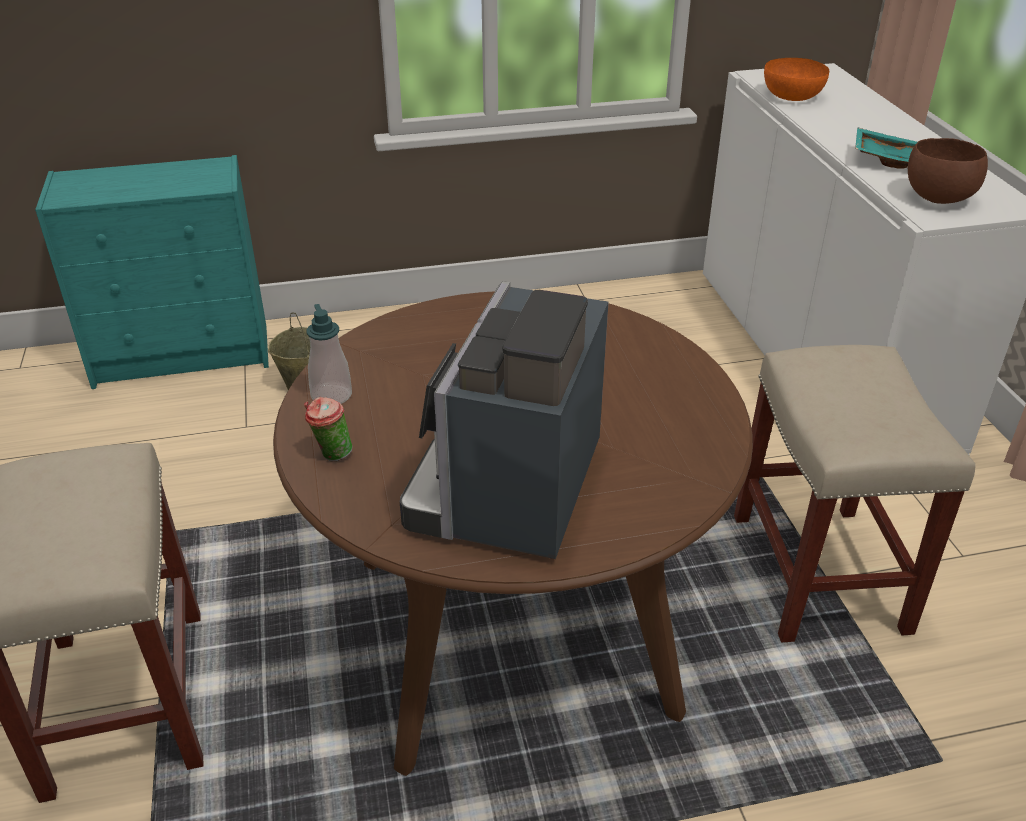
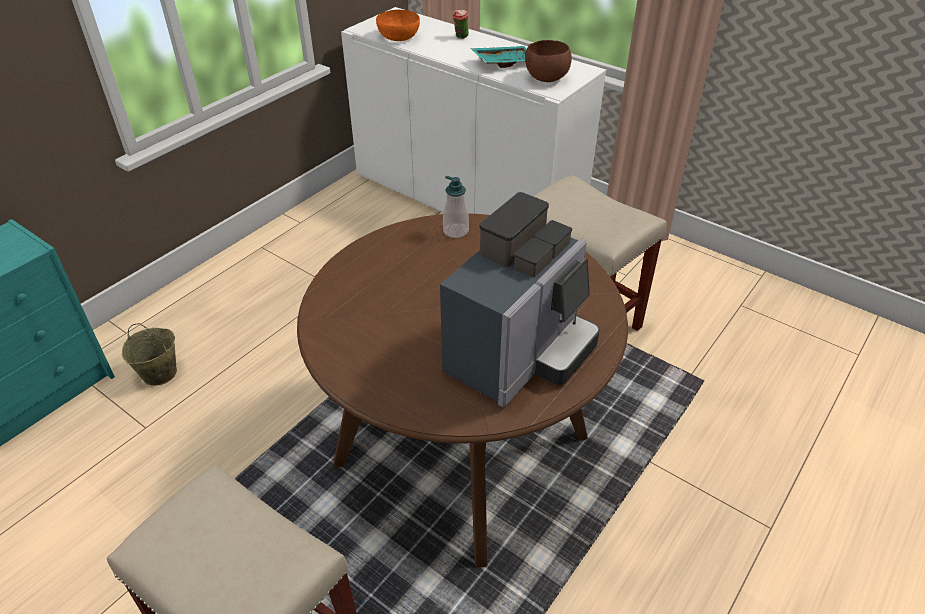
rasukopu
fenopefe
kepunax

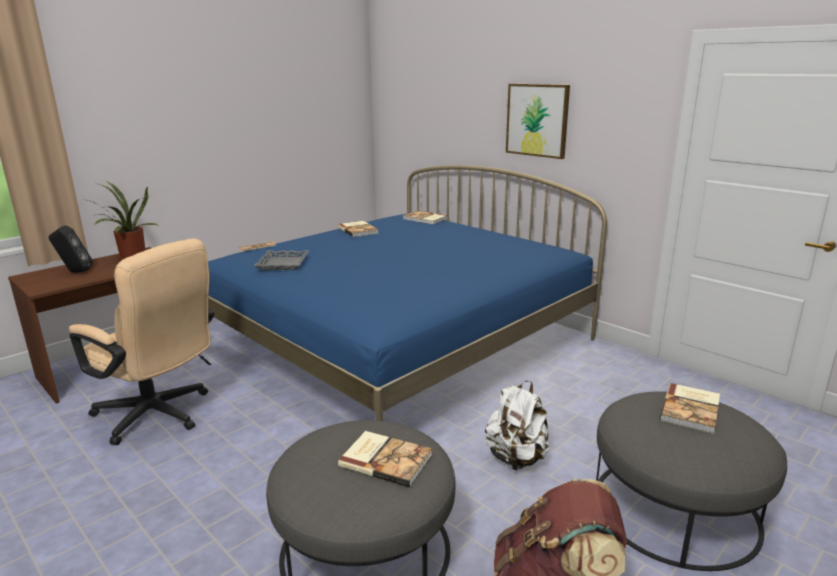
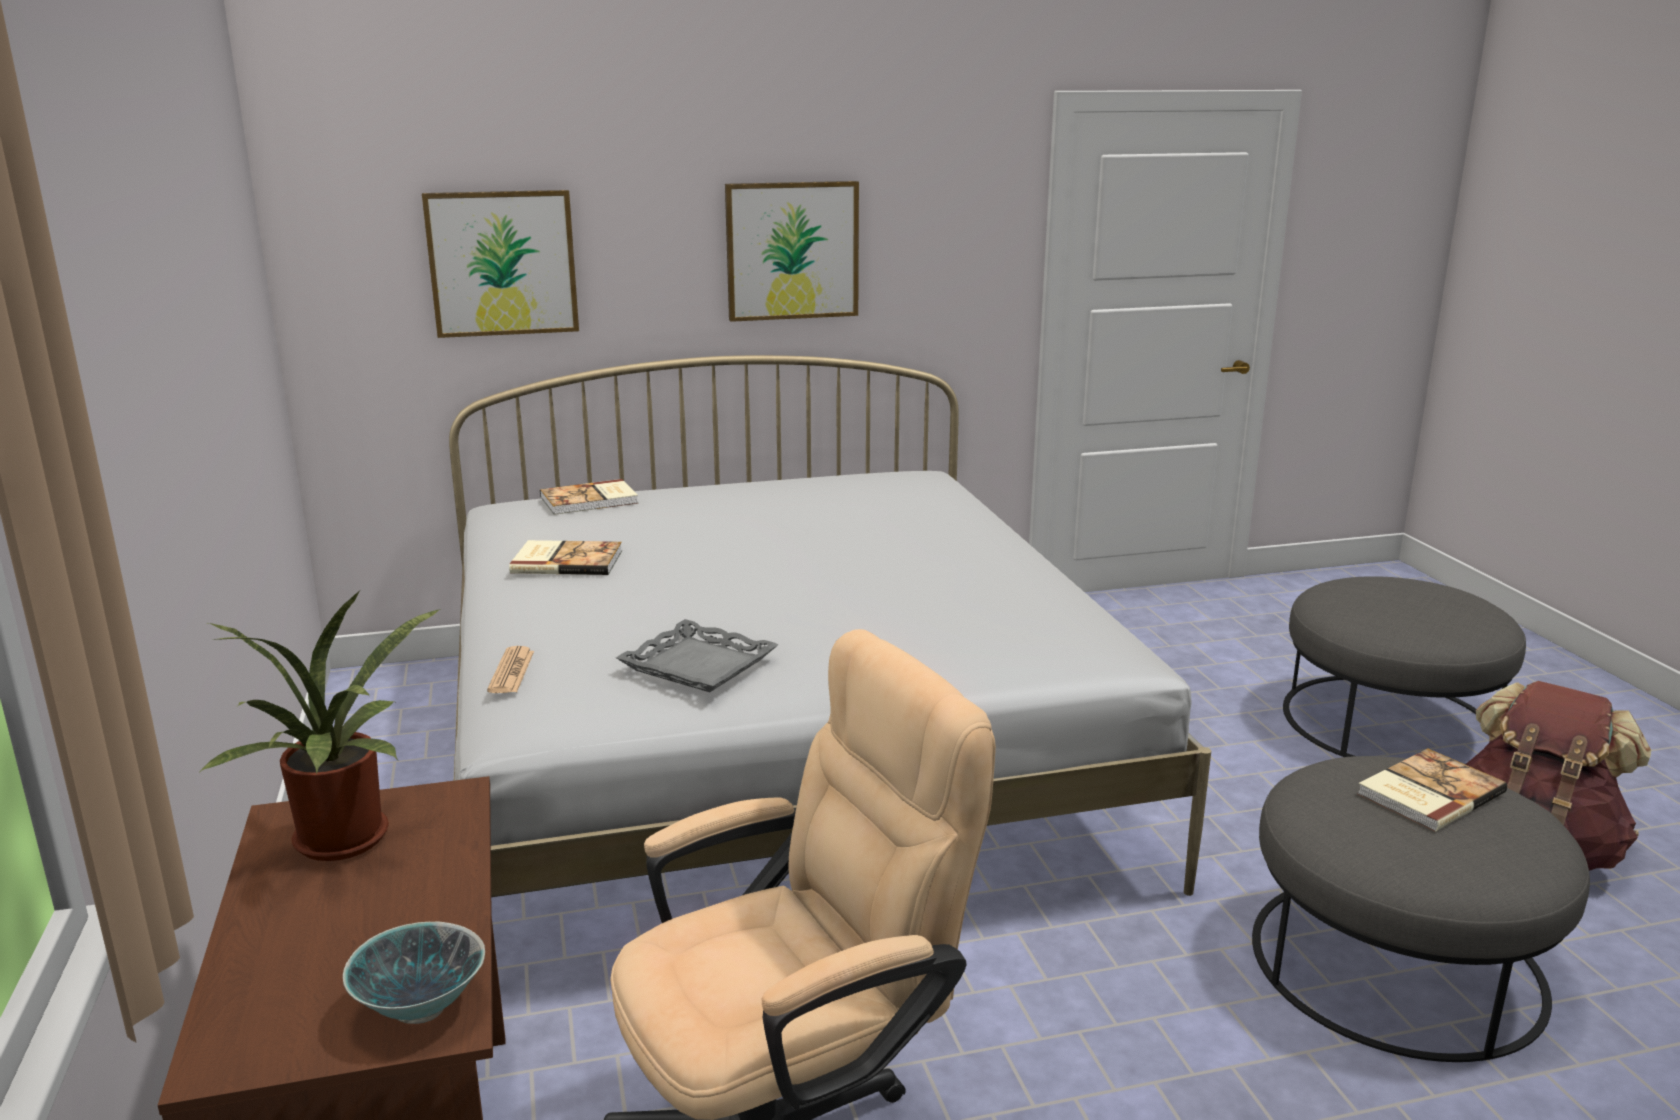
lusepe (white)
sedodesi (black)
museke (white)
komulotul (4th from left in the first image)
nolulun (1st from left)
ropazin

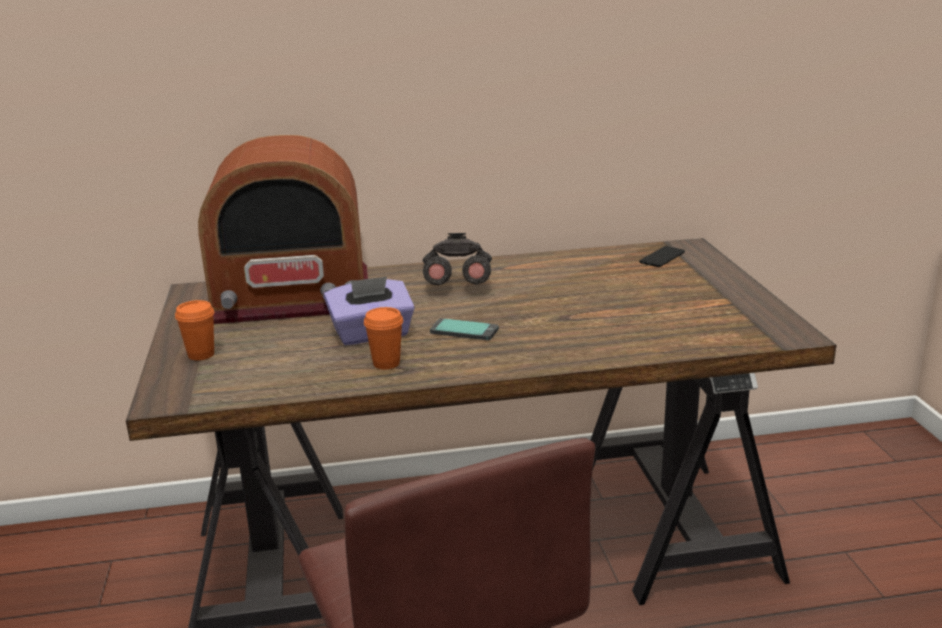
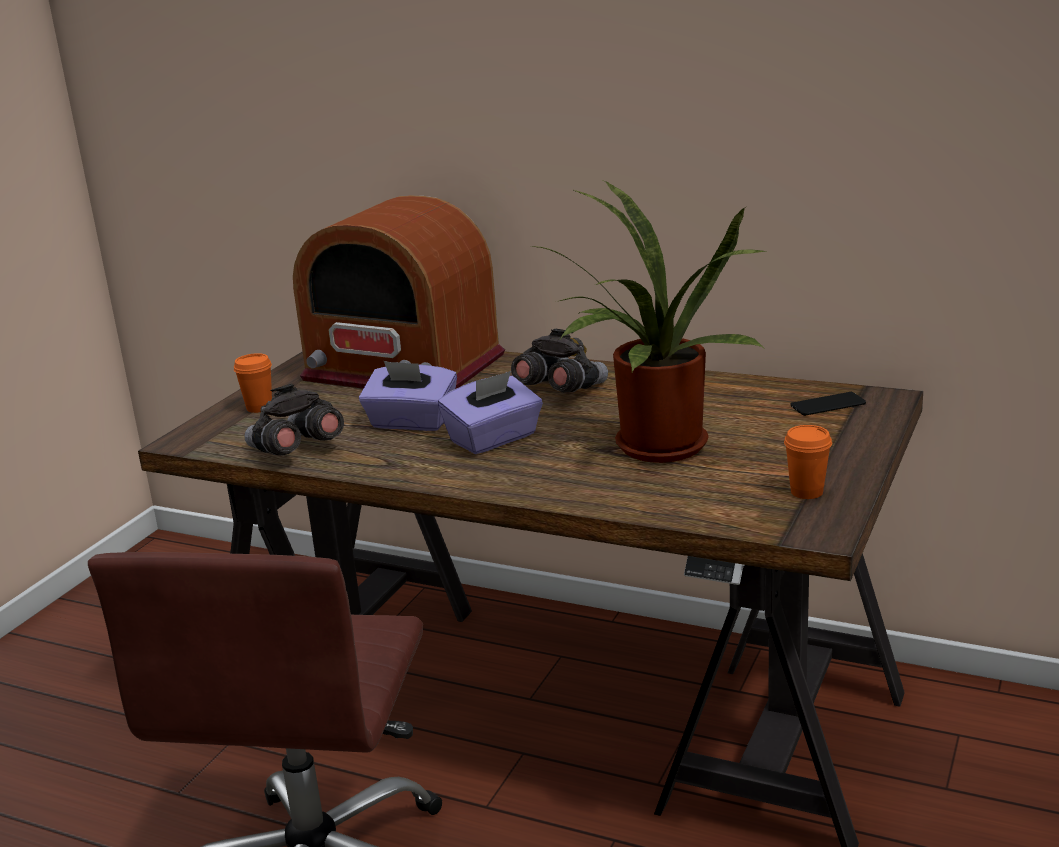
kepunax (orange) (2nd from left)
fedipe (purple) (2nd from left)
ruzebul
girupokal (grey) (1st from left)

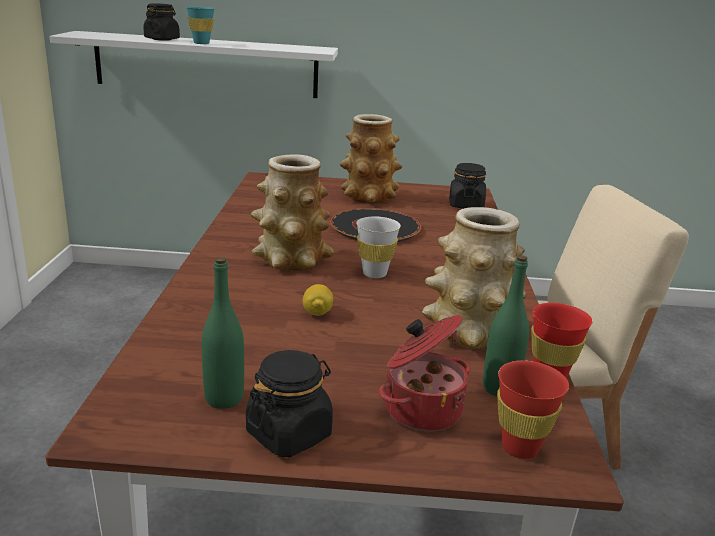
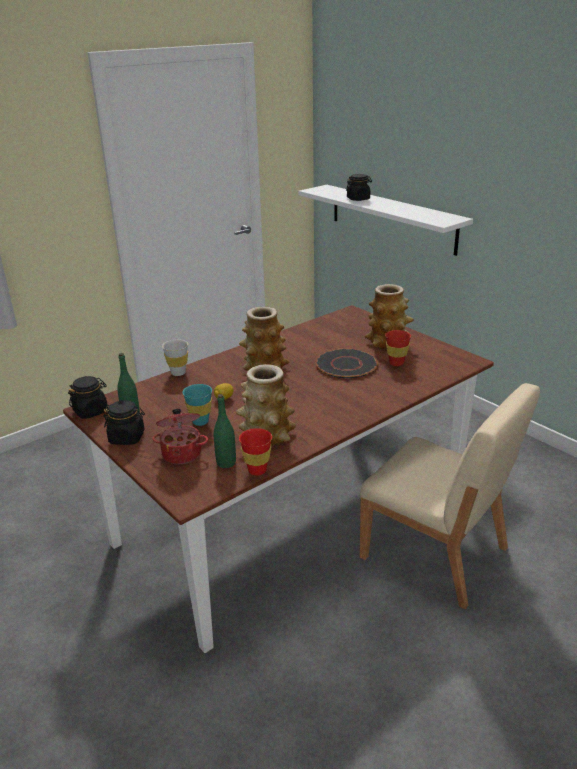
kepunax (turquoise)
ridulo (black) (1st from left)
kepunax (white)
kepunax (red) (2nd from left)

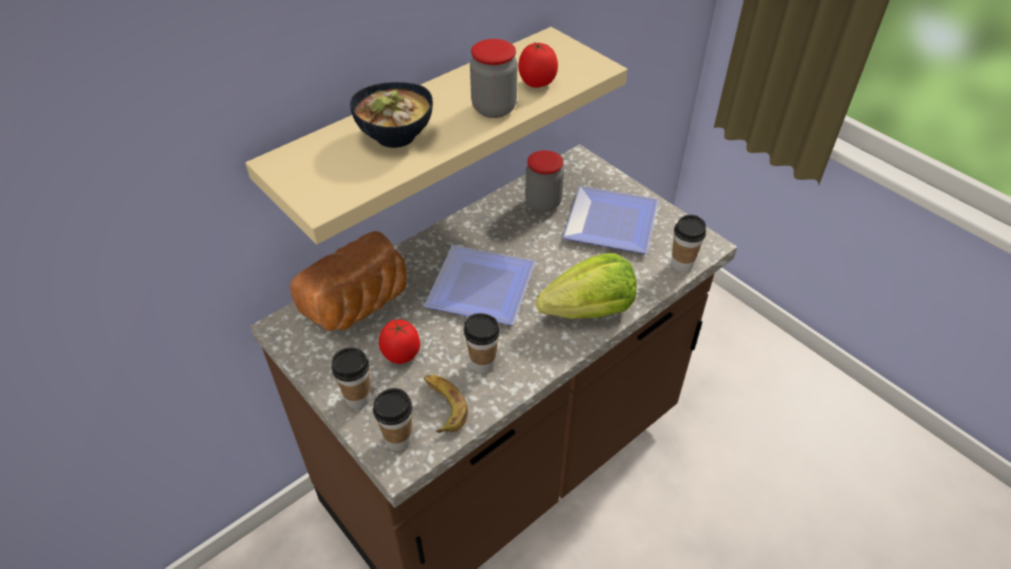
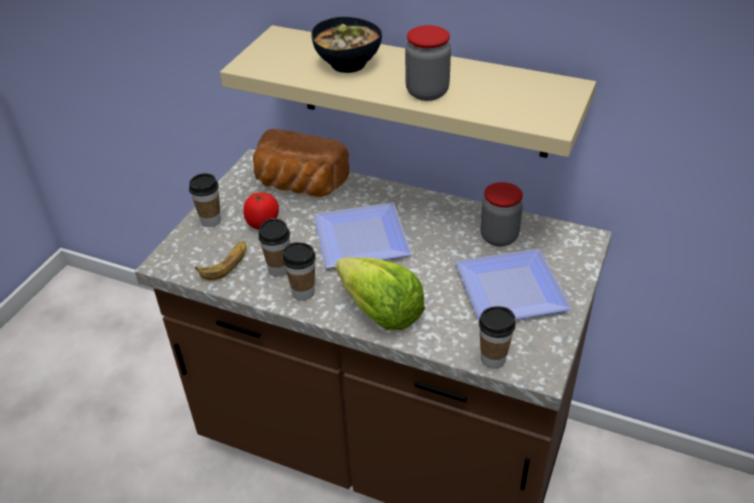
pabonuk (2nd from left in the first image)
kepunax (3rd from left)

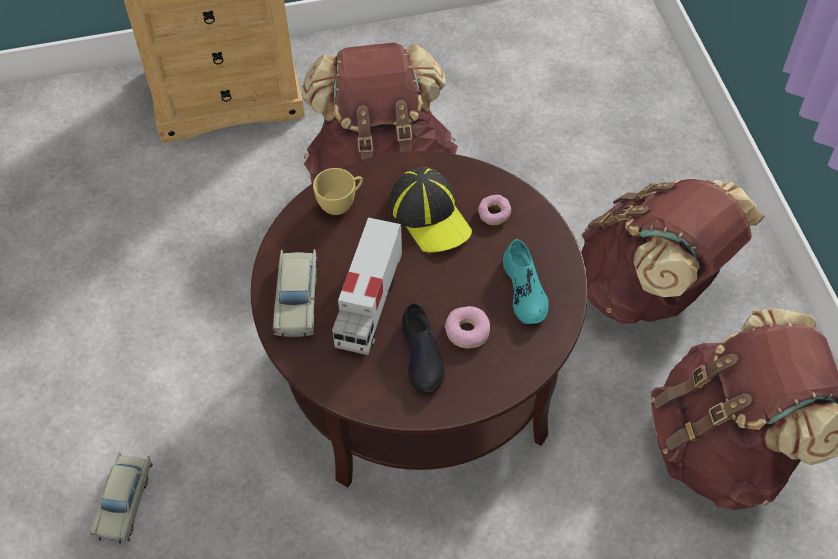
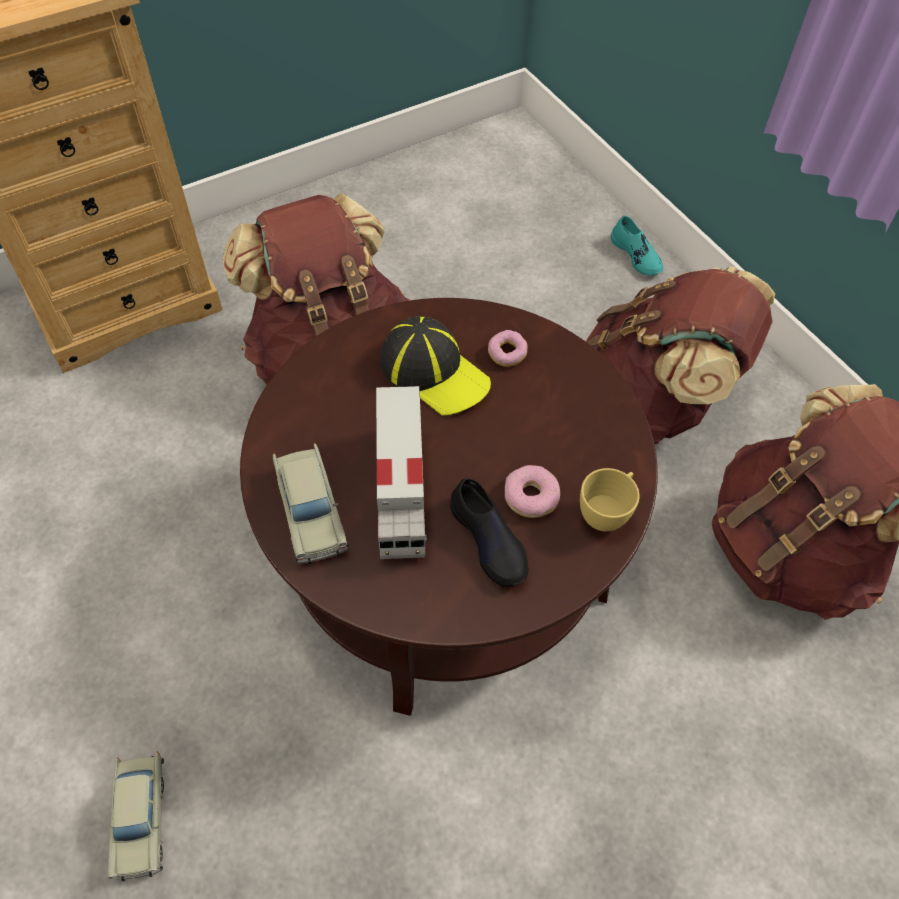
kepunax (yellow)
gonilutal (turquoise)

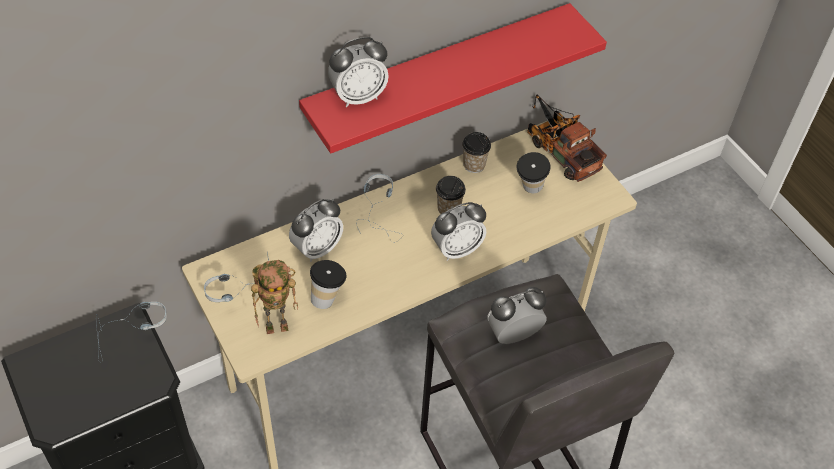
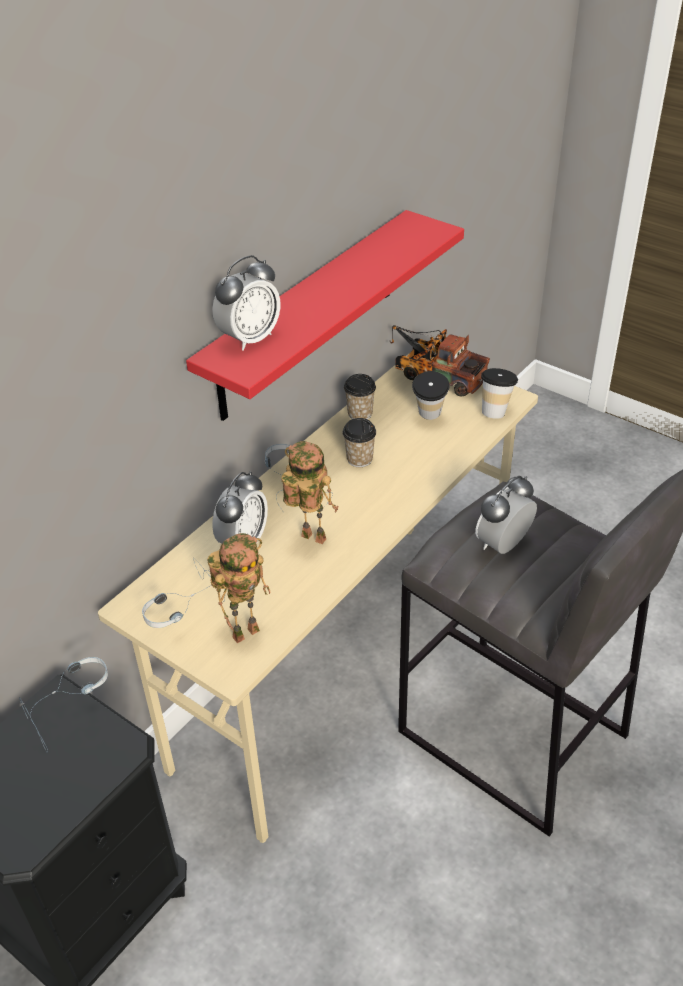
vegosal (3rd from left in the first image)
kepunax (4th from left)
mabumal (2nd from left)

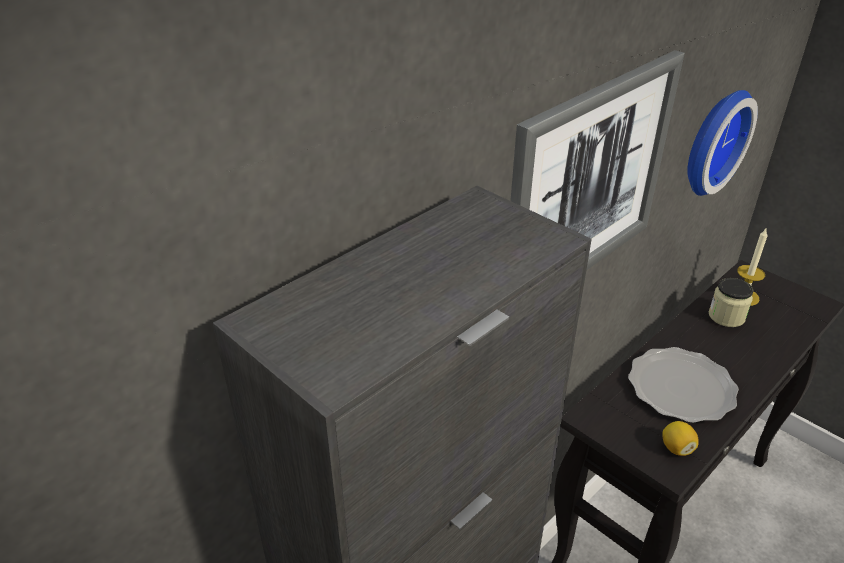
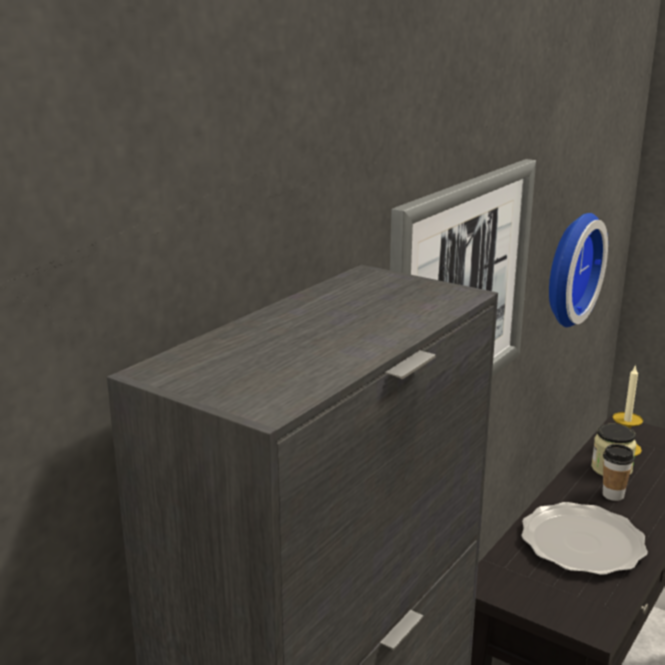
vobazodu
kepunax

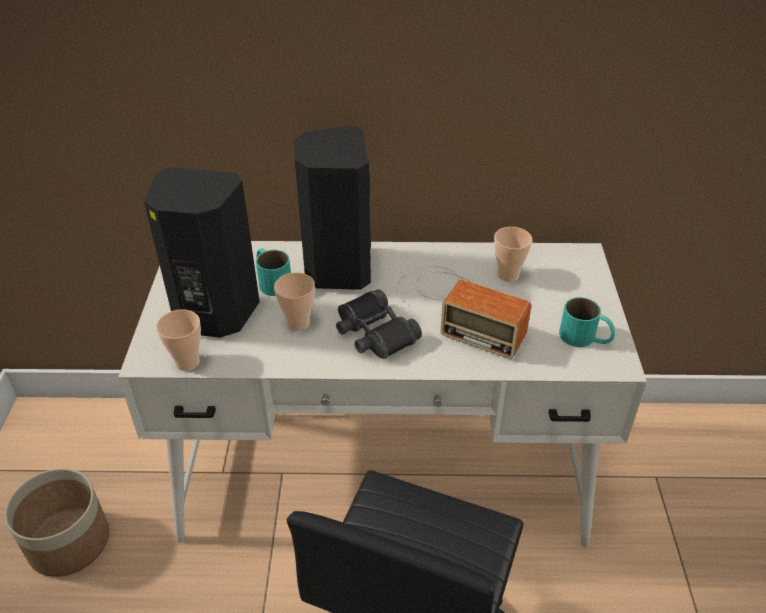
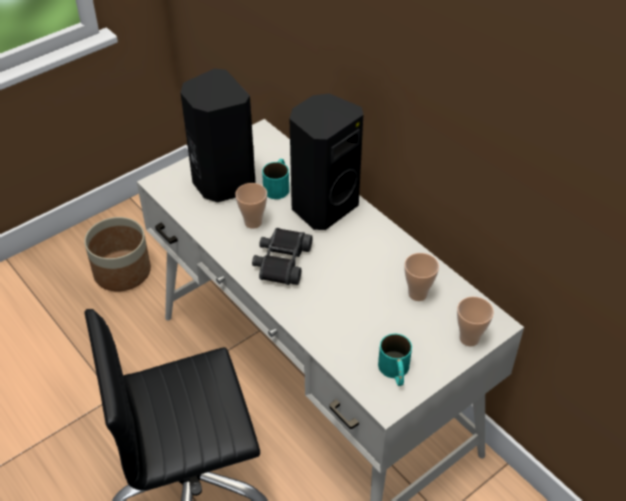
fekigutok
kepunax (3rd from left)

